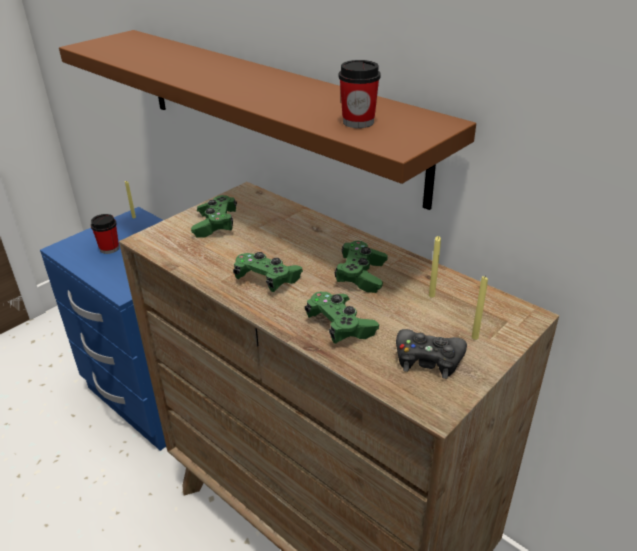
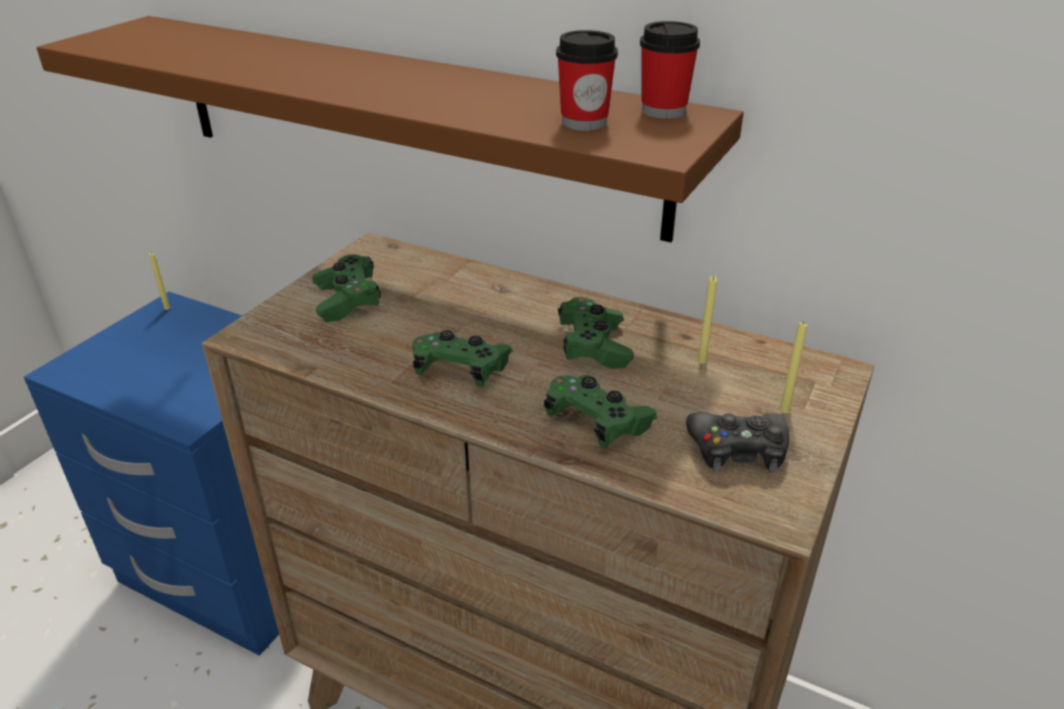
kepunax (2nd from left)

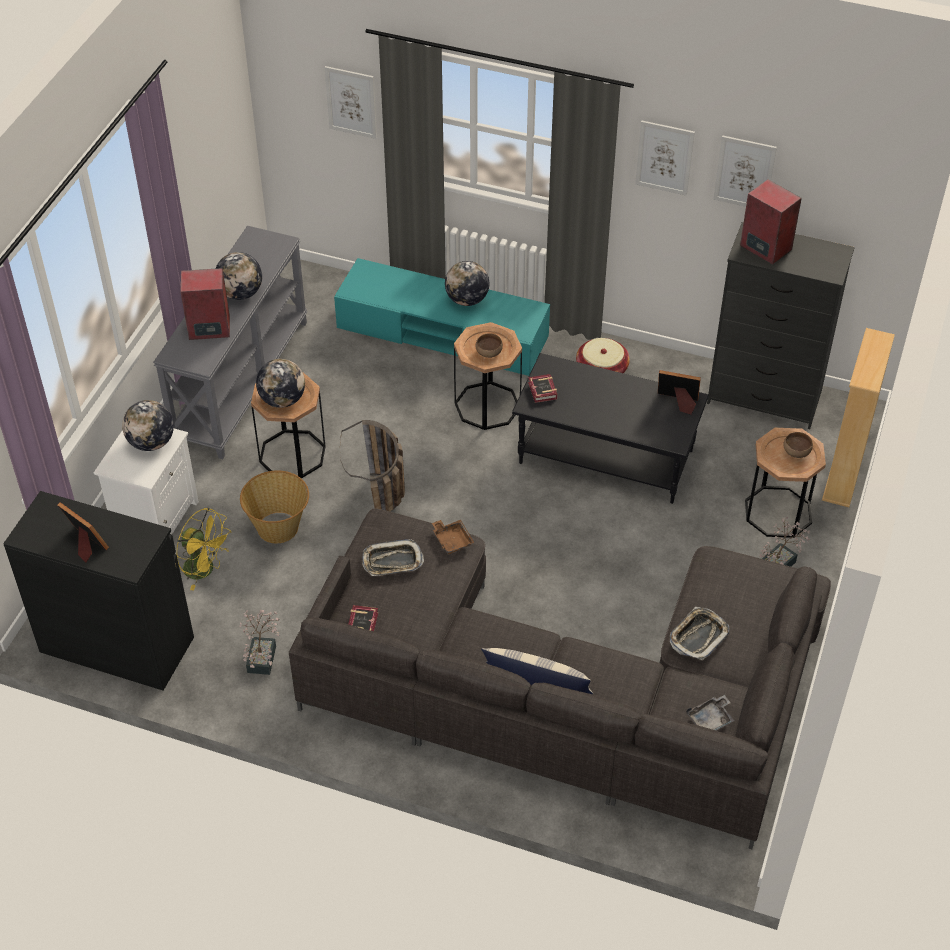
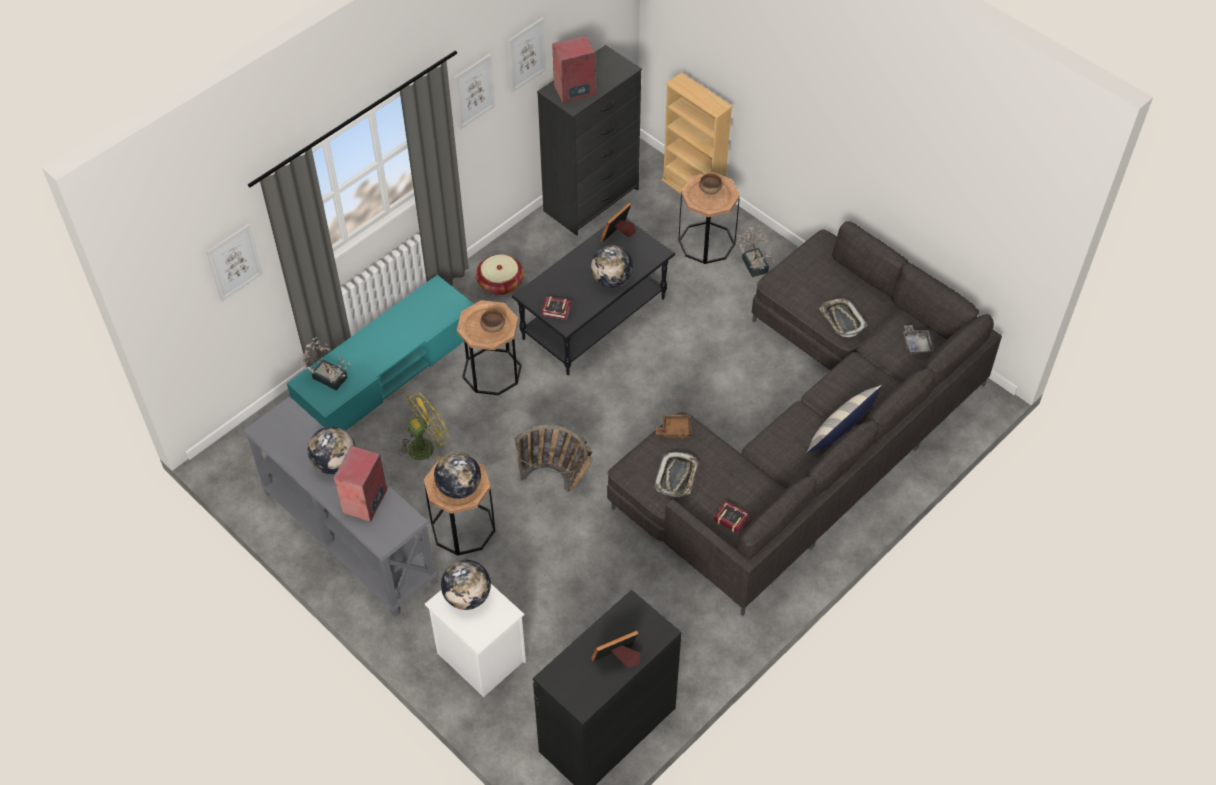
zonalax (4th from left)
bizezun (1st from left in the first image)
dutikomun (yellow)
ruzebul (1st from left)

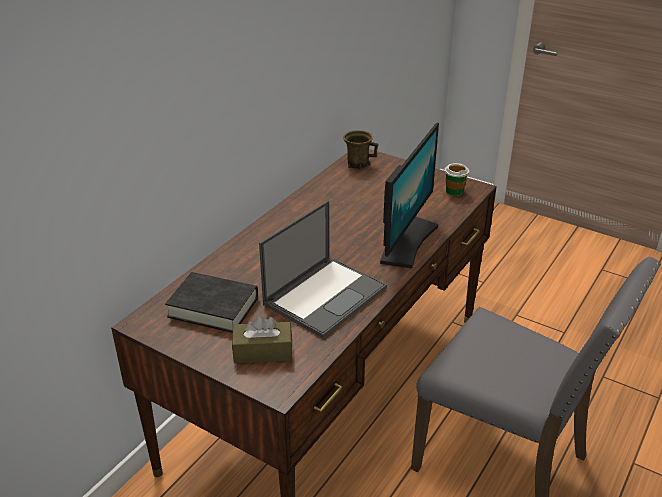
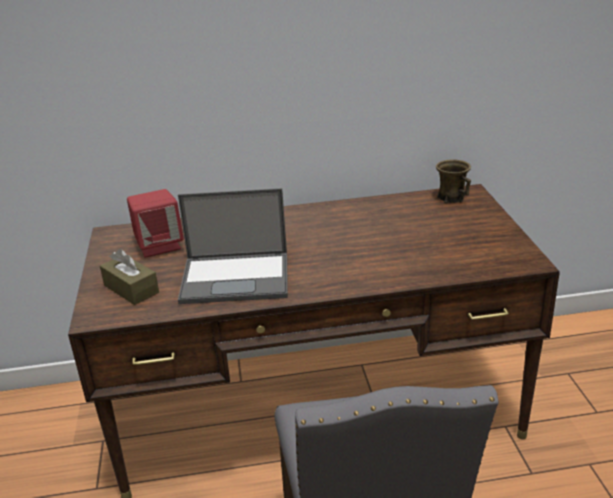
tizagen
kepunax
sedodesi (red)

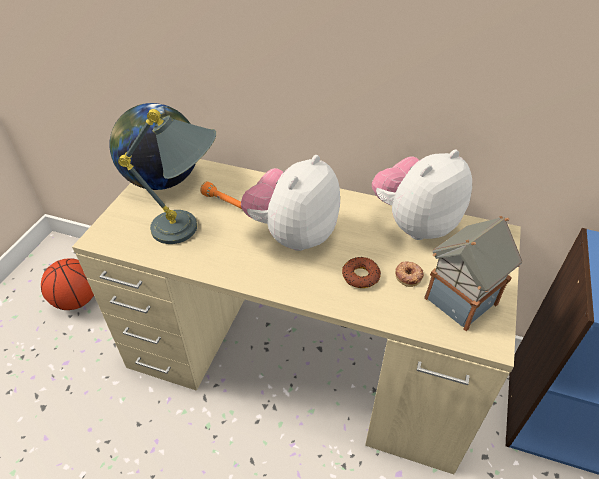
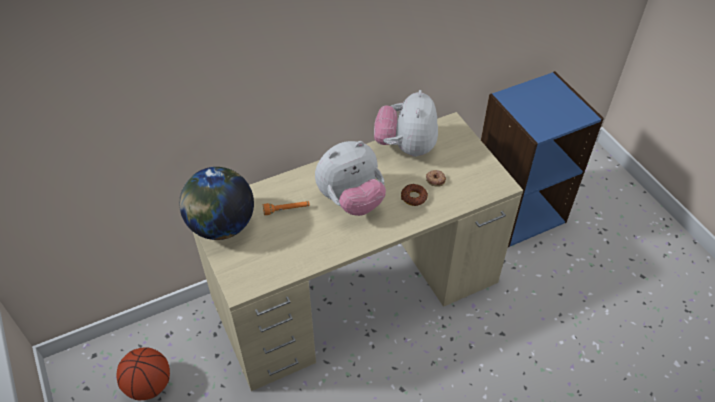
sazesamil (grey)
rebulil (1st from left)
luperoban

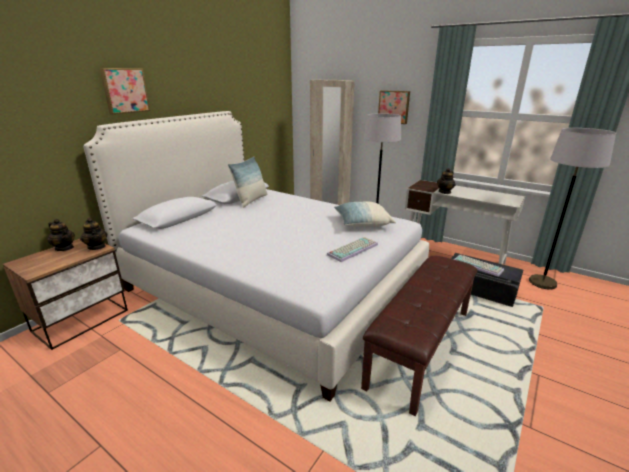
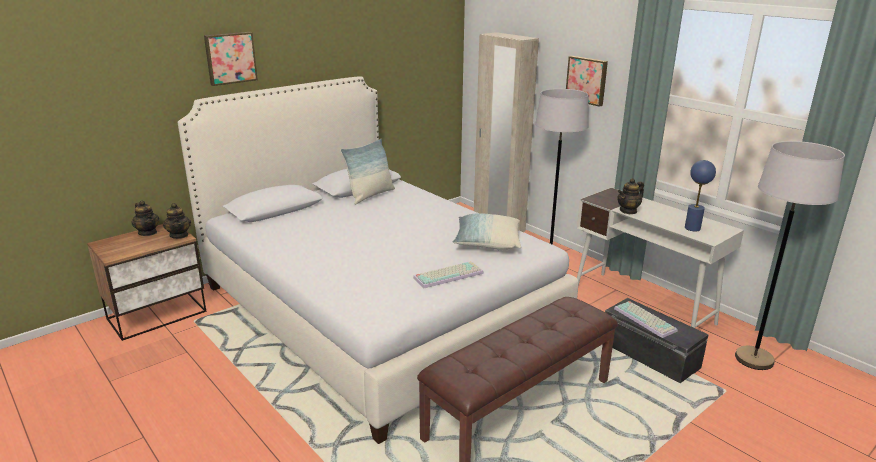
sazesamil (blue)

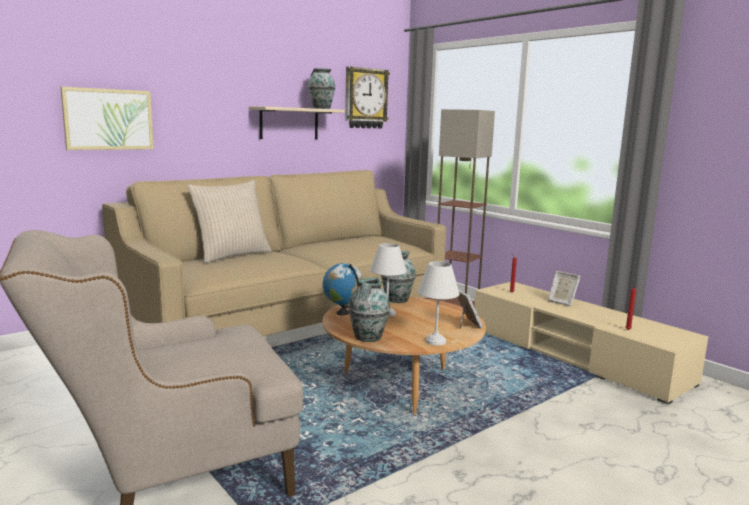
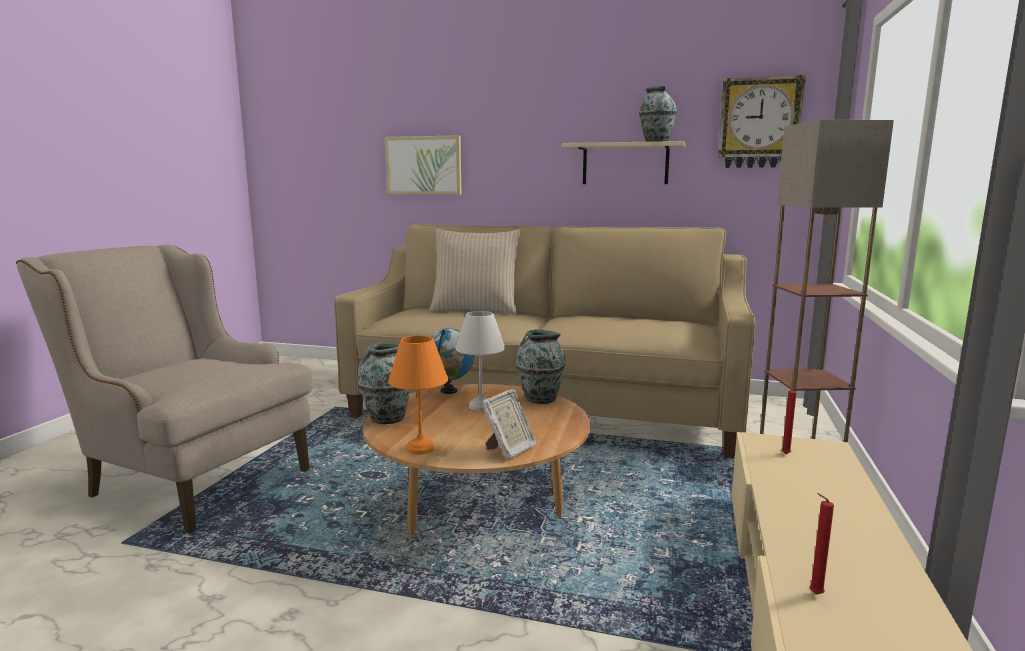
sazesamil (orange)
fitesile (2nd from left in the first image)

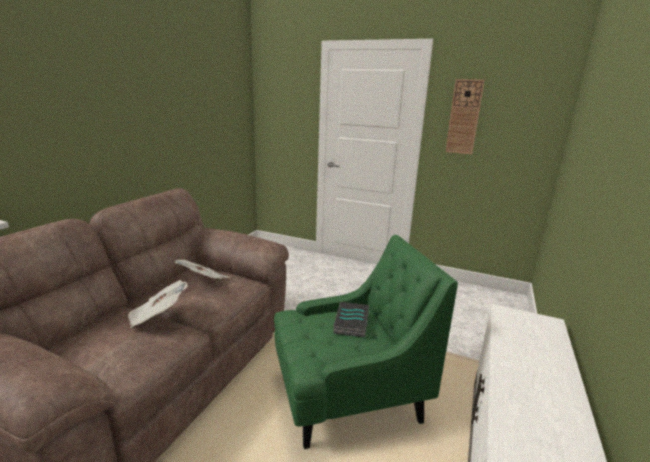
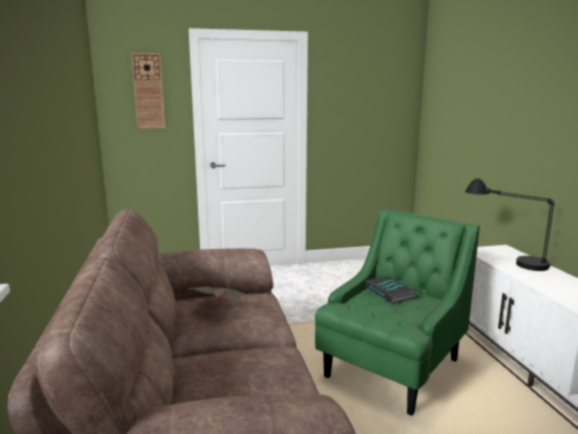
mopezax
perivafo (1st from left in the first image)
sazesamil (black)

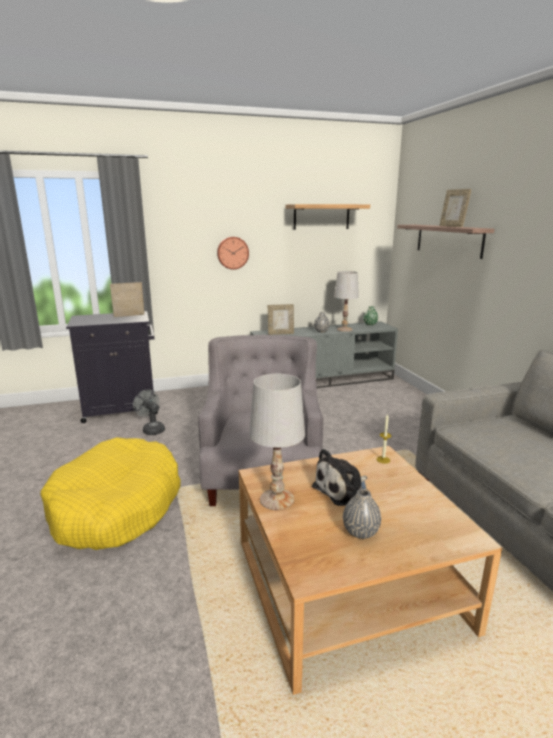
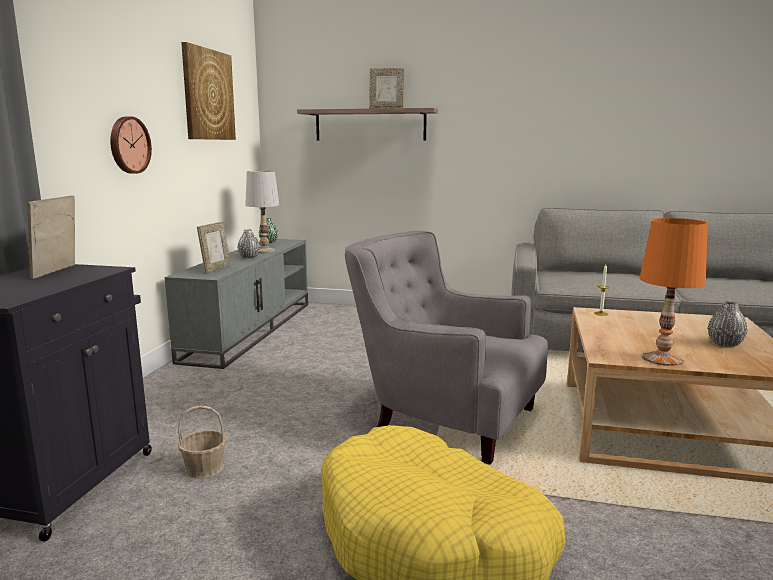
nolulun
sazesamil (orange)
bizezun
rebulil

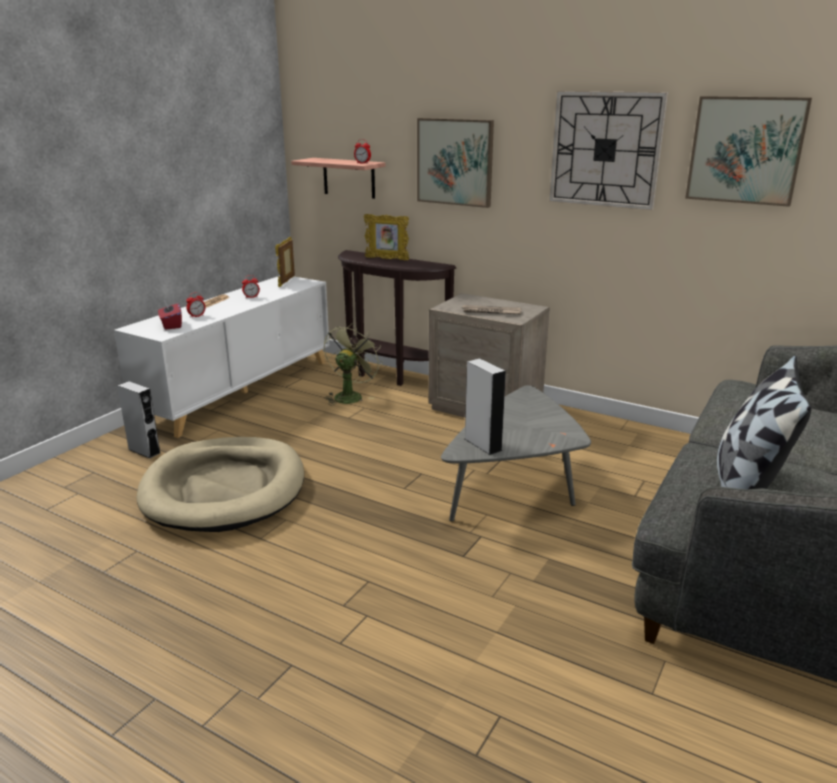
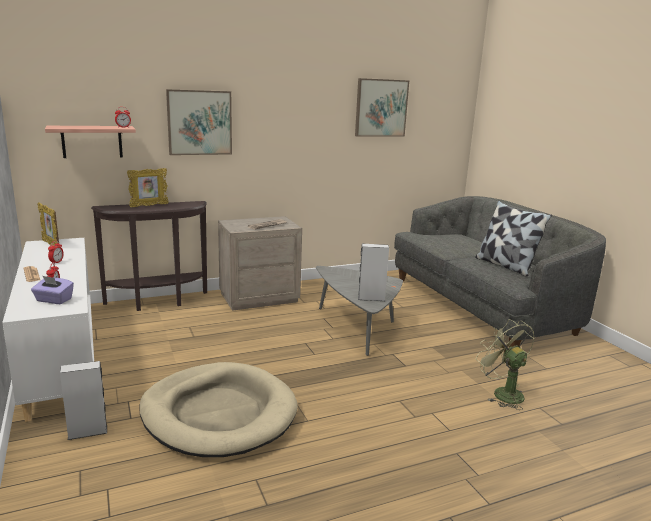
mopezax
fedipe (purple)
dutikomun (green)

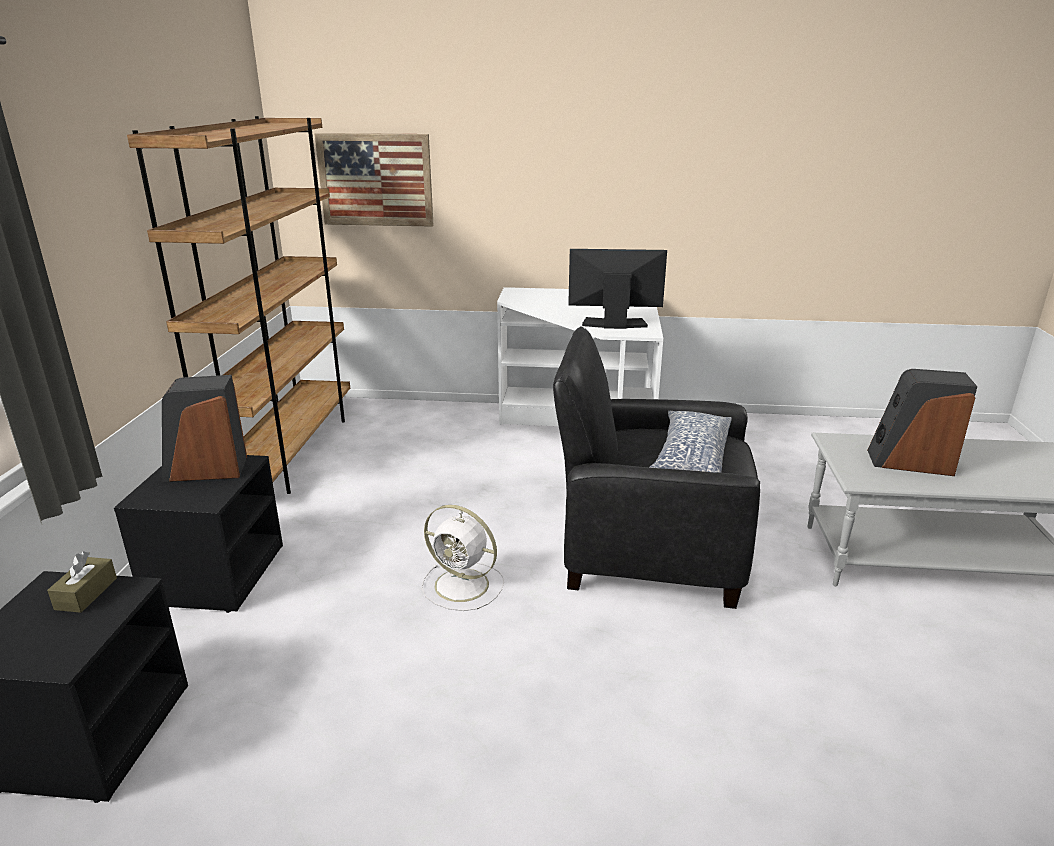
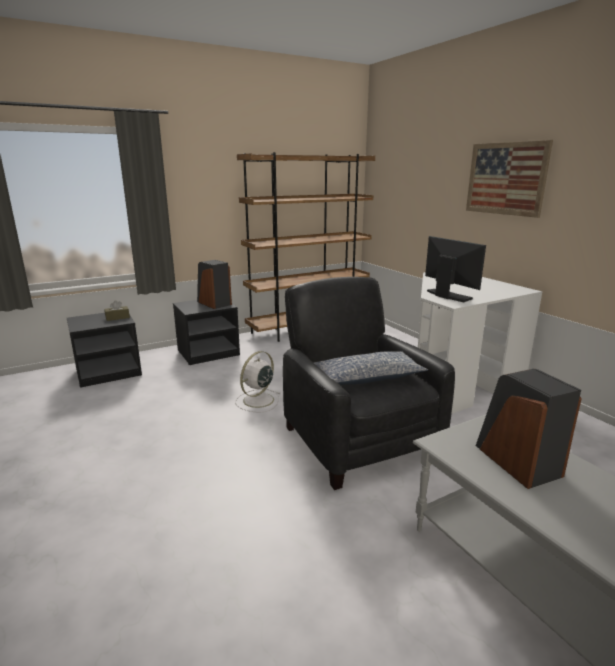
nolulun
dutikomun (white)

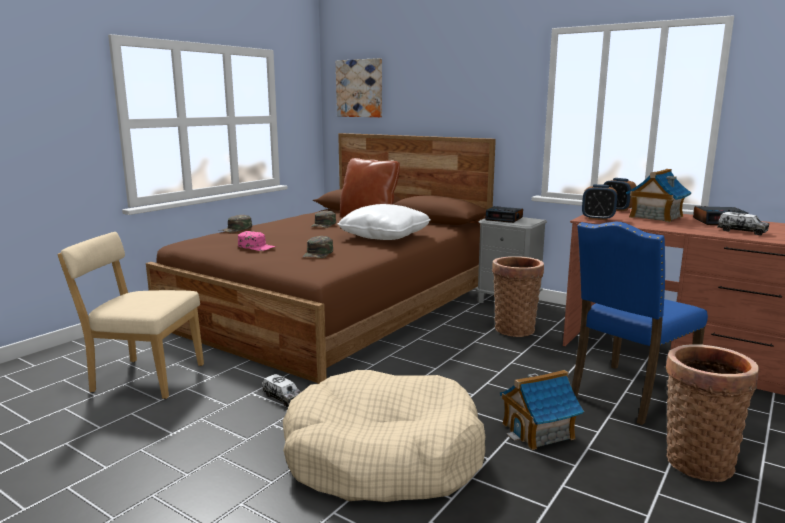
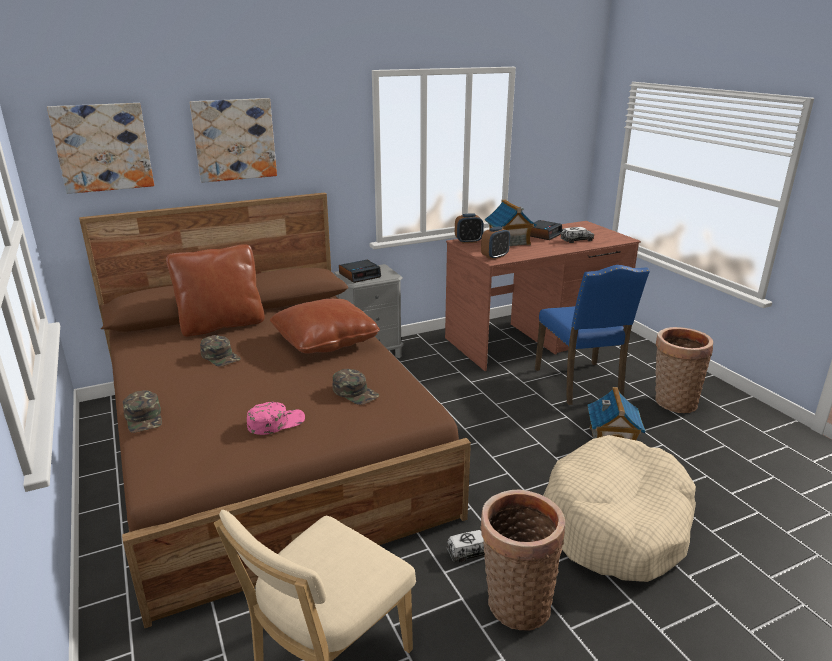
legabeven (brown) (2nd from left)
bizezun (1st from left)
nolulun (2nd from left)

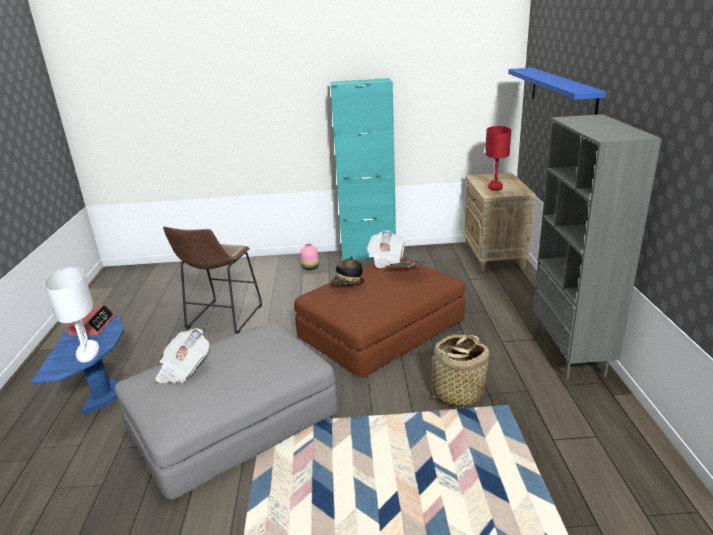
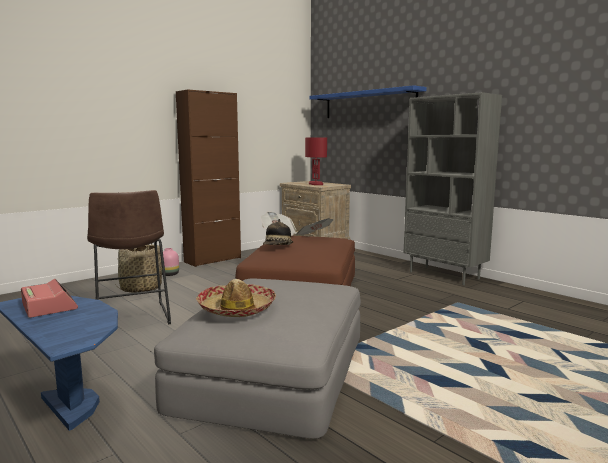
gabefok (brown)
sazesamil (white)
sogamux (1st from left)
bizezun

